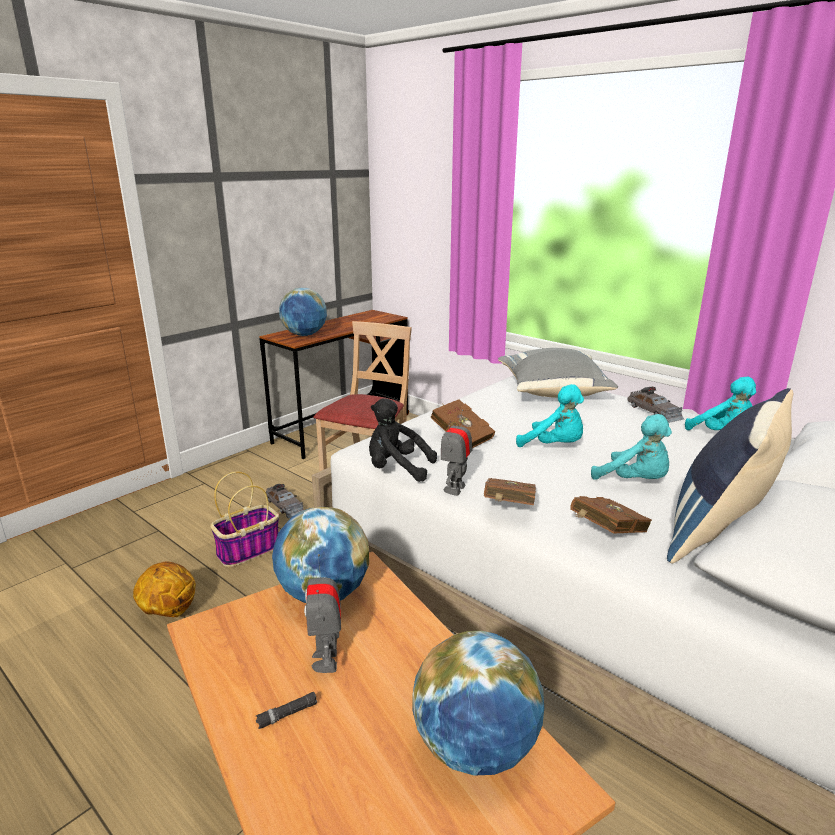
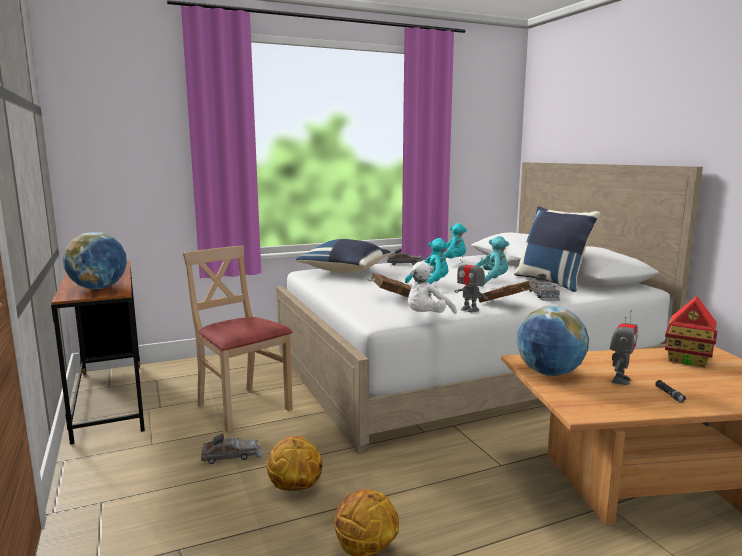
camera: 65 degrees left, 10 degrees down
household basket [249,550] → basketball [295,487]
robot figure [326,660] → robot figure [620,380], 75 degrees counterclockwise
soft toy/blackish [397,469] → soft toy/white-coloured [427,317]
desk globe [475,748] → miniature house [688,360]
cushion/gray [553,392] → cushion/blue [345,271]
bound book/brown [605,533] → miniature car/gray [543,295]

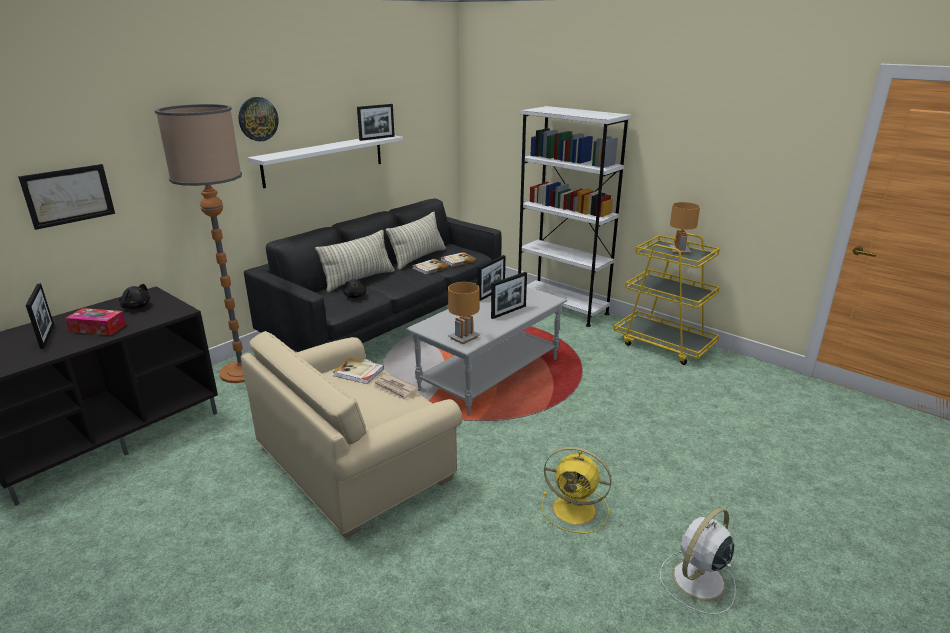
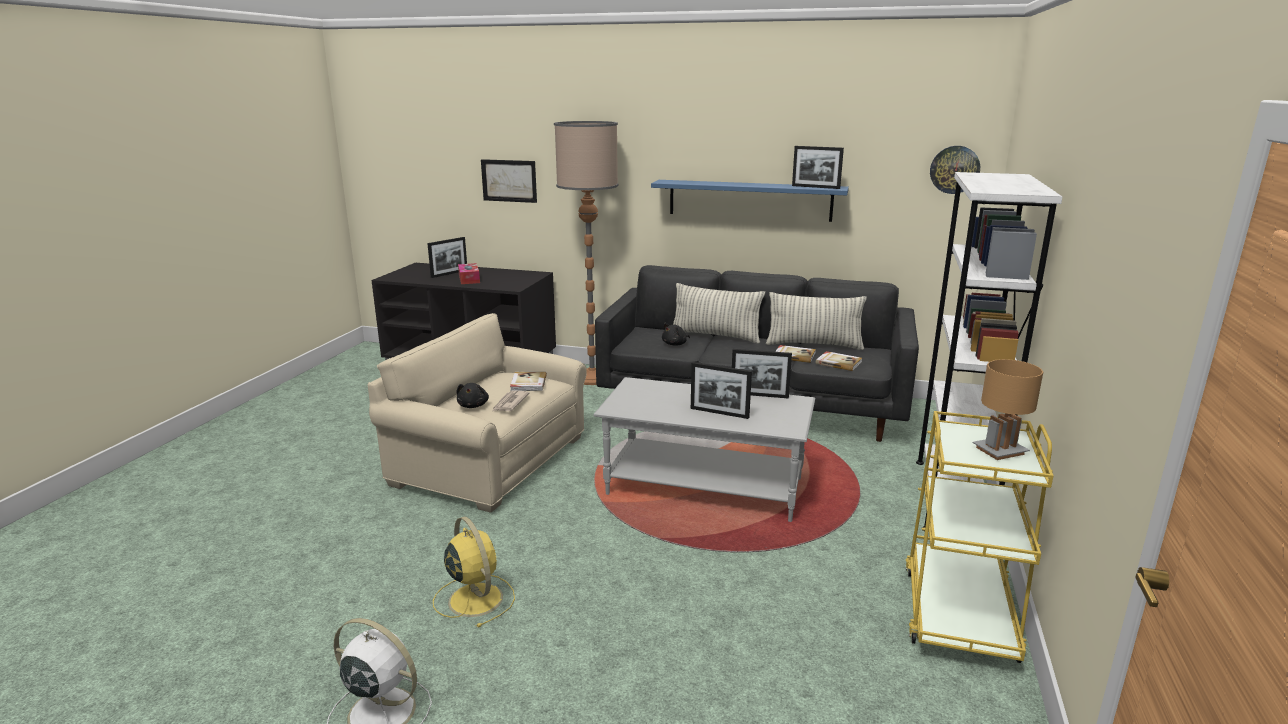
camera: 65 degrees right, 5 degrees down
soft toy/blackish [136,306] → soft toy/blackish [473,405], shifted
wall clock [258,119] → wall clock [954,169], shifted
wall shelf/white-coloured [324,160] → wall shelf/blue [749,200]
lamp for a table/brown [463,337] → -
fan/yellow-coloured [576,510] → fan/yellow-coloured [474,598], 150 degrees clockwise

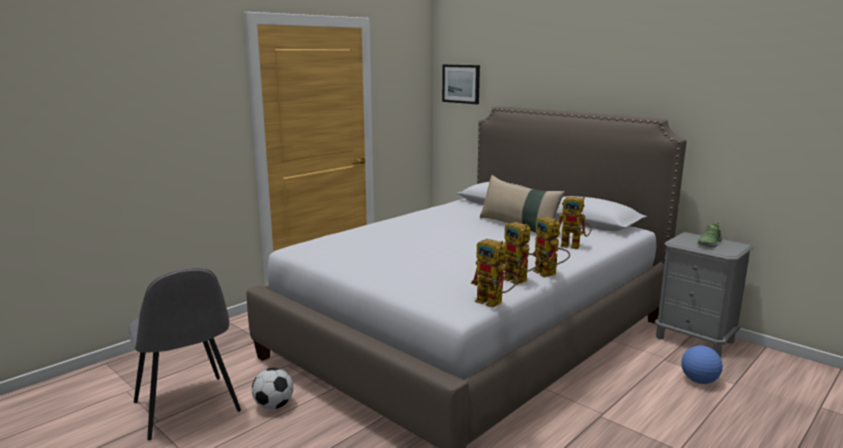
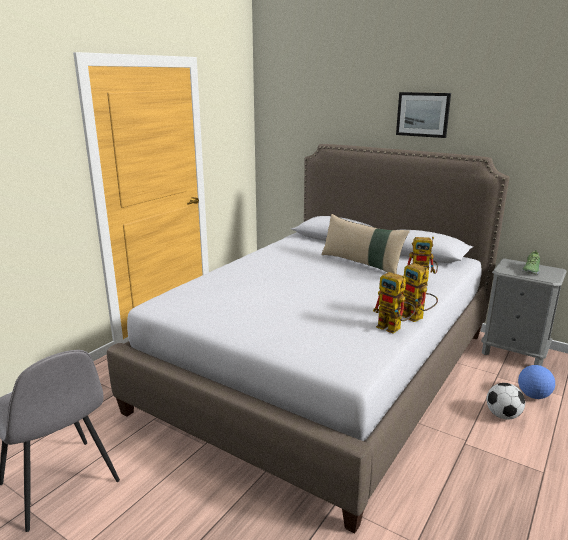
camera: 10 degrees left, 5 degrees up
football ball [274,406] → football ball [502,415], shifted
wall art [461,84] → wall art [423,114], shifted
robot figure [494,303] → -

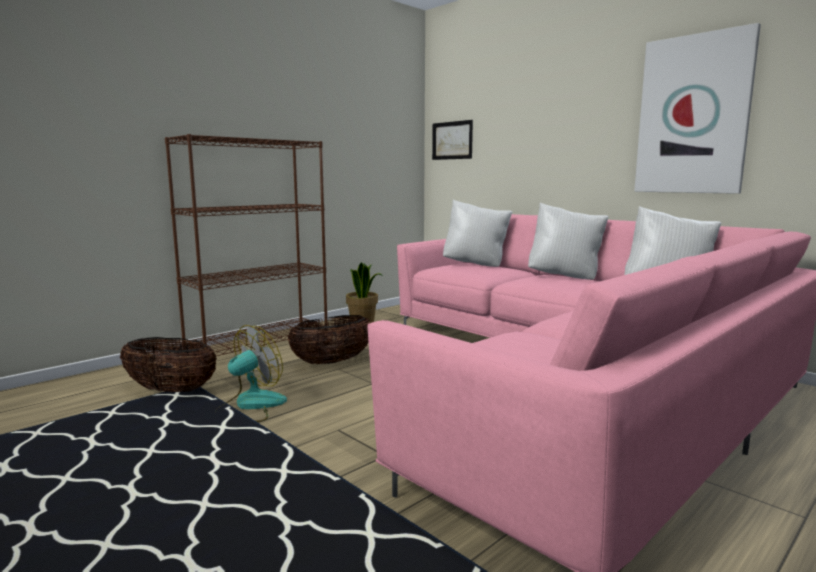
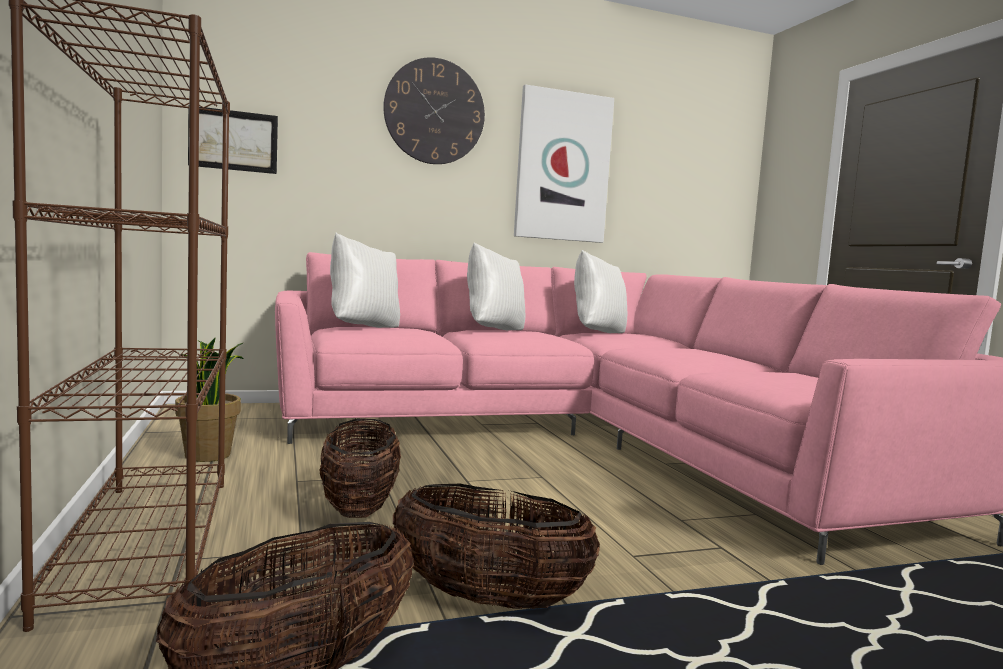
camera: 65 degrees left, 5 degrees down
fan [250,405] → household basket [488,599]
- → wall clock [434,111]

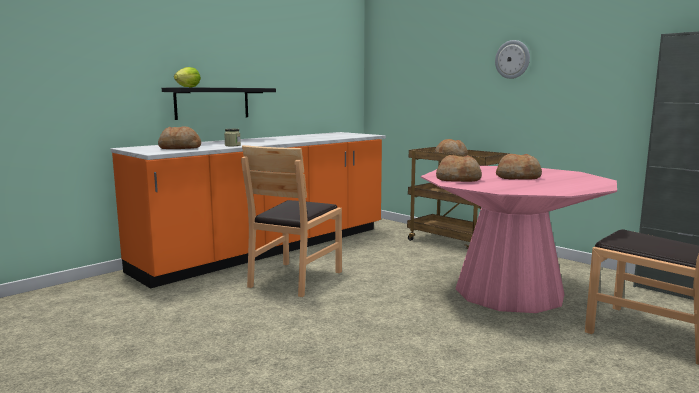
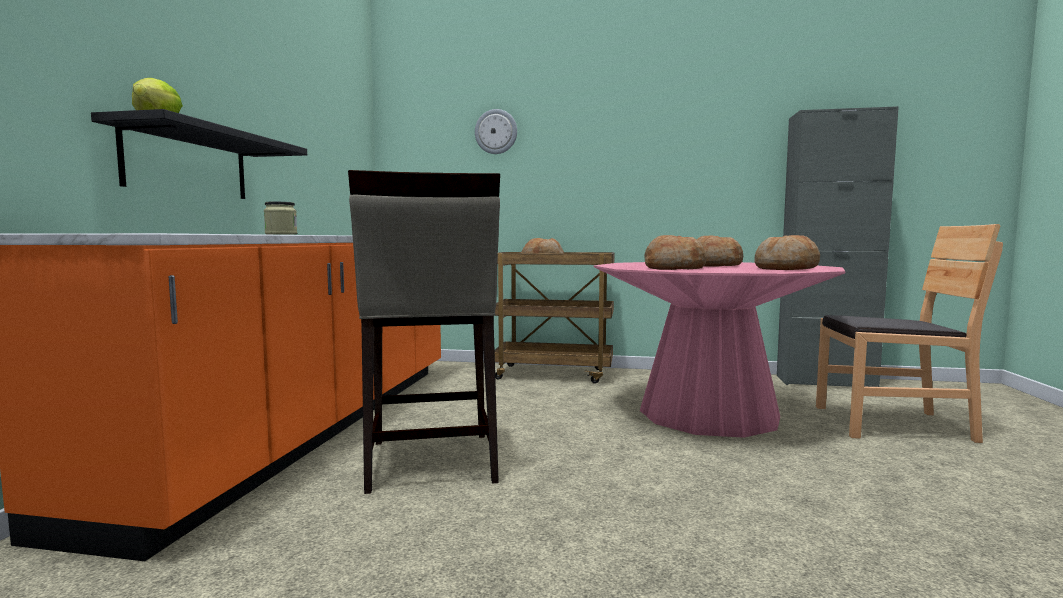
camera: 35 degrees left, 5 degrees down
bread [179,148] → bread [786,269], shifted
upright chair/brown [295,278] → stool seat/beige-coloured [430,462]
wall clock [512,59] → wall clock [496,132], shifted

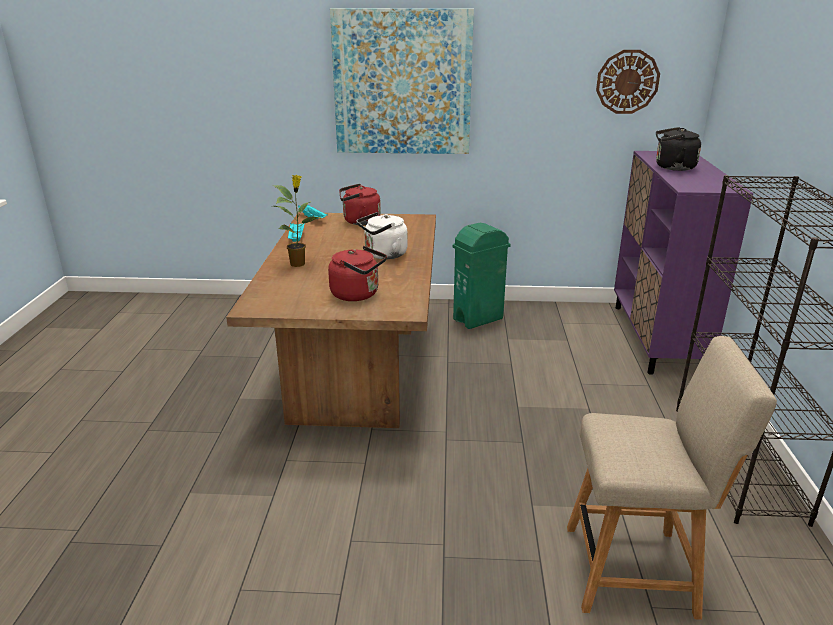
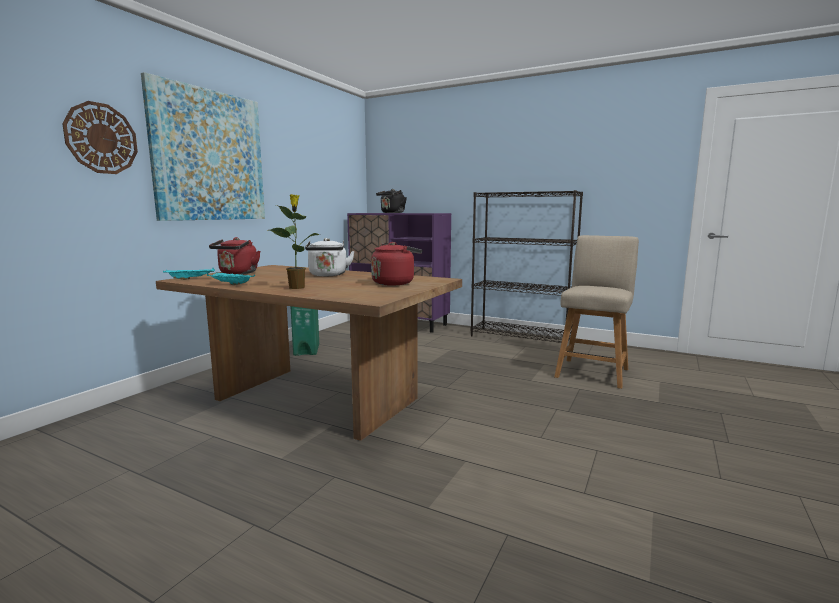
camera: 65 degrees left, 15 degrees down
wall clock [627,82] → wall clock [101,138], shifted

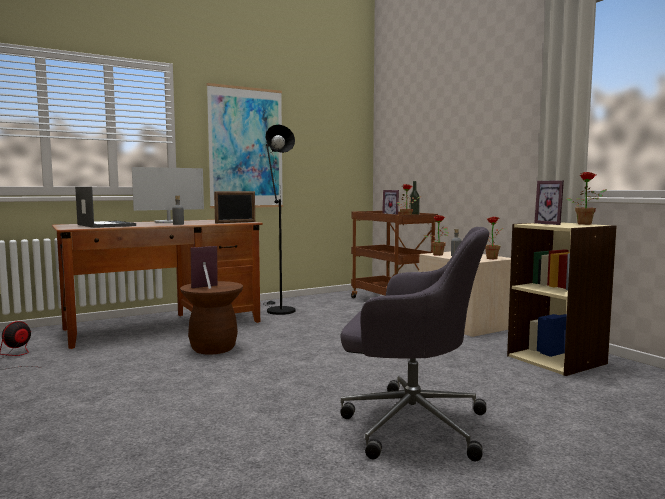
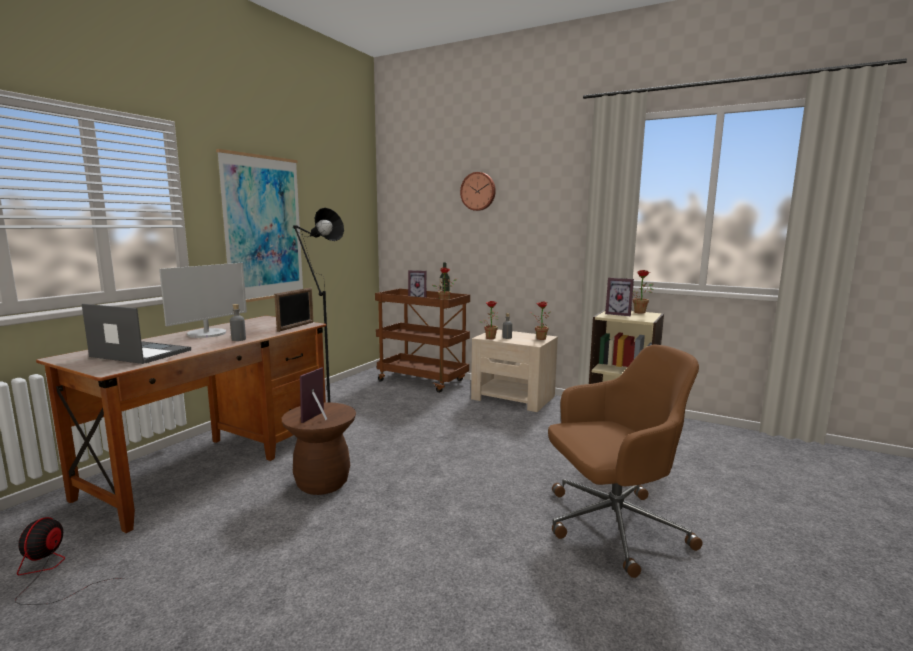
camera: 30 degrees left, 5 degrees up
desk chair/gray [410,423] → desk chair/brown [611,526]
- → wall clock [478,191]

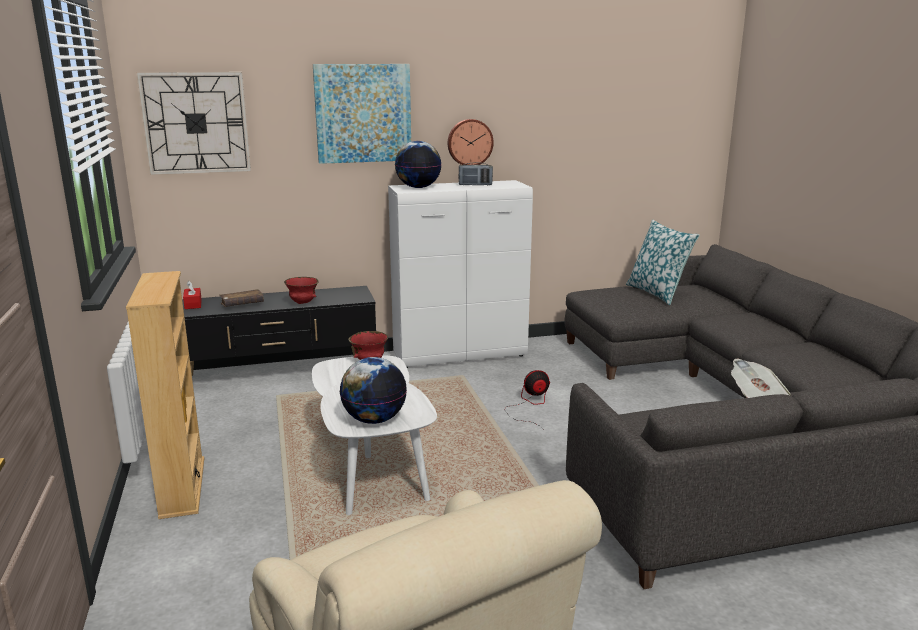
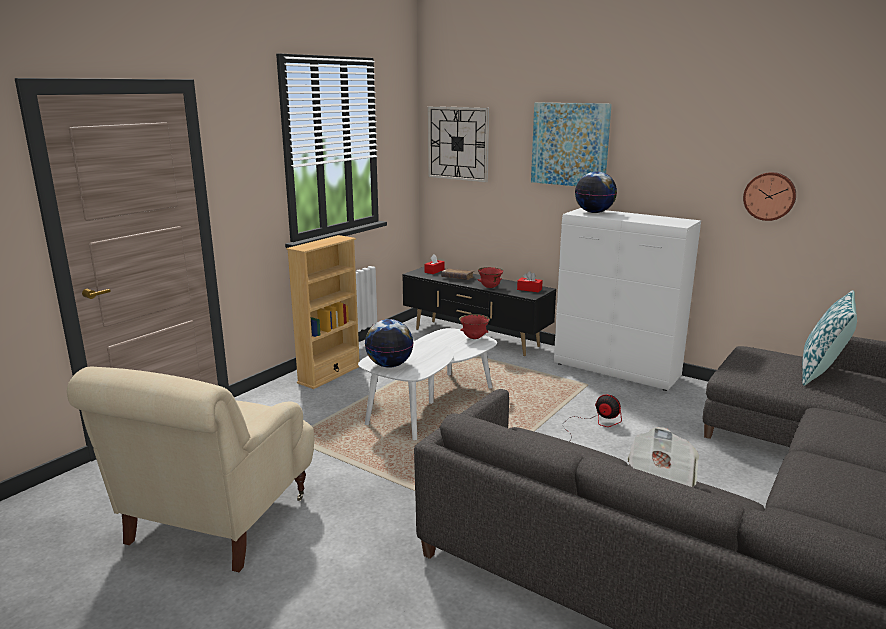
camera: 50 degrees right, 0 degrees up
wall clock [469,142] → wall clock [769,196], shifted
radio [475,185] → -
- → box of tissues/red [529,289]

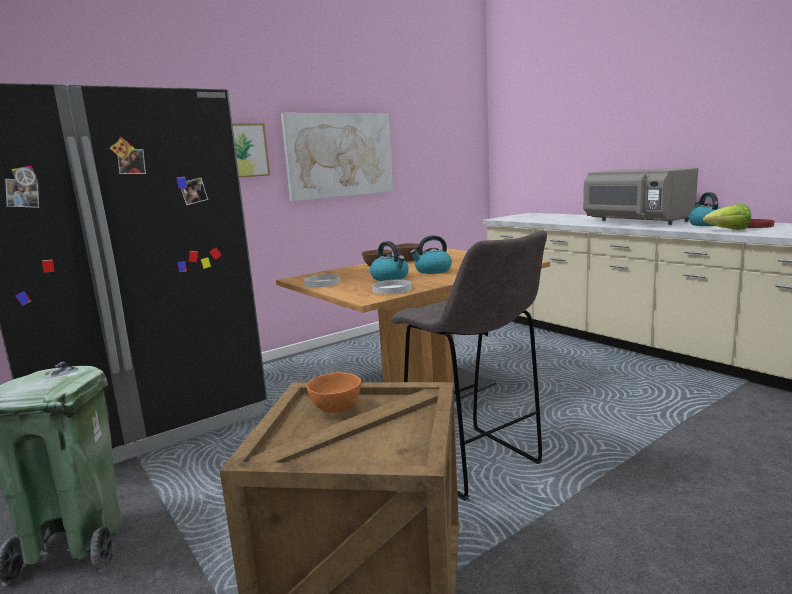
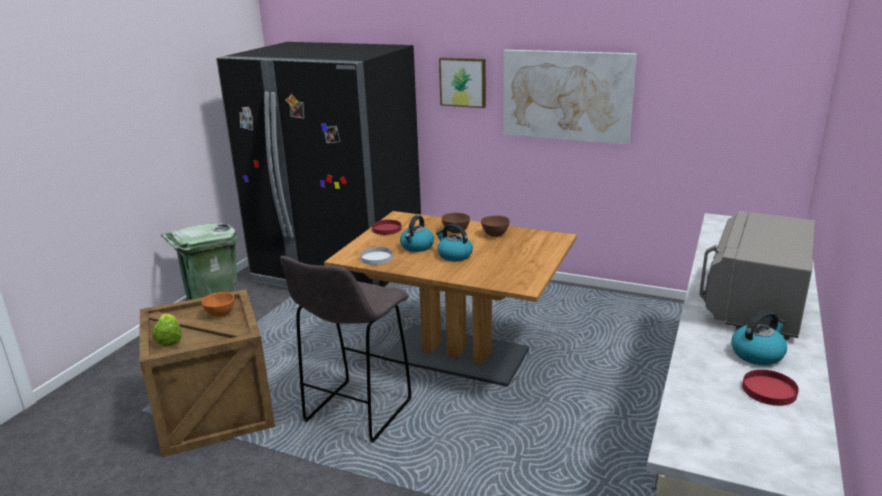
camera: 60 degrees right, 10 degrees up
flat dish/white-coloured [322,283] → flat dish/red [387,229]
lettuce [728,230] → lettuce [169,339], shifted

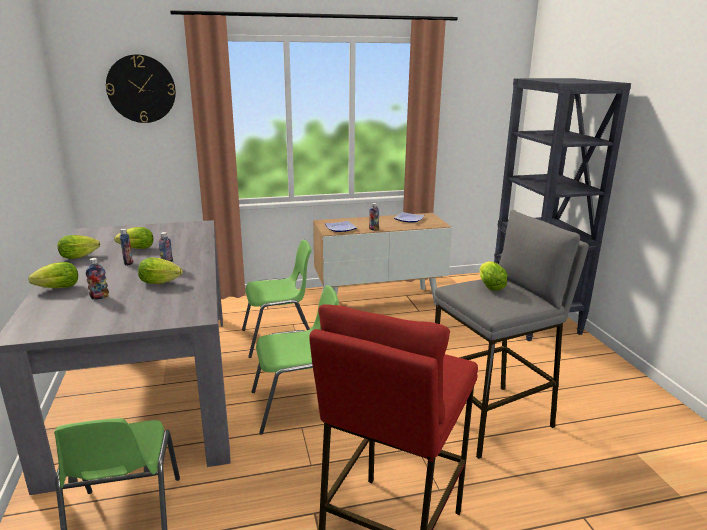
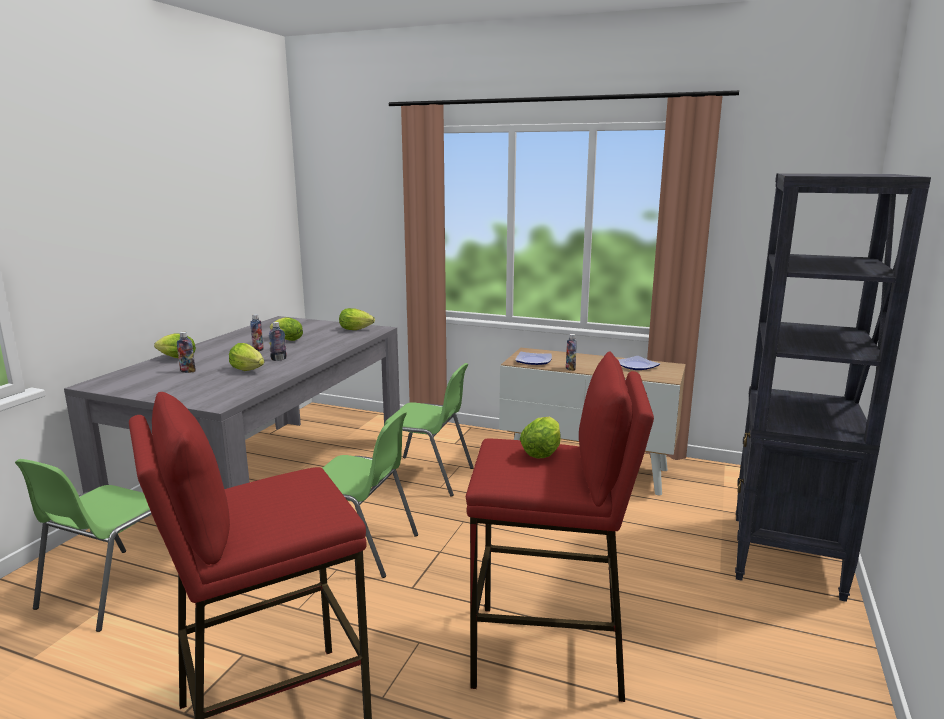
camera: 35 degrees right, 5 degrees down
lettuce [81,256] → lettuce [357,330], shifted
wall clock [141,89] → -
stool seat/gray [492,419] → stool seat/red [549,652]

